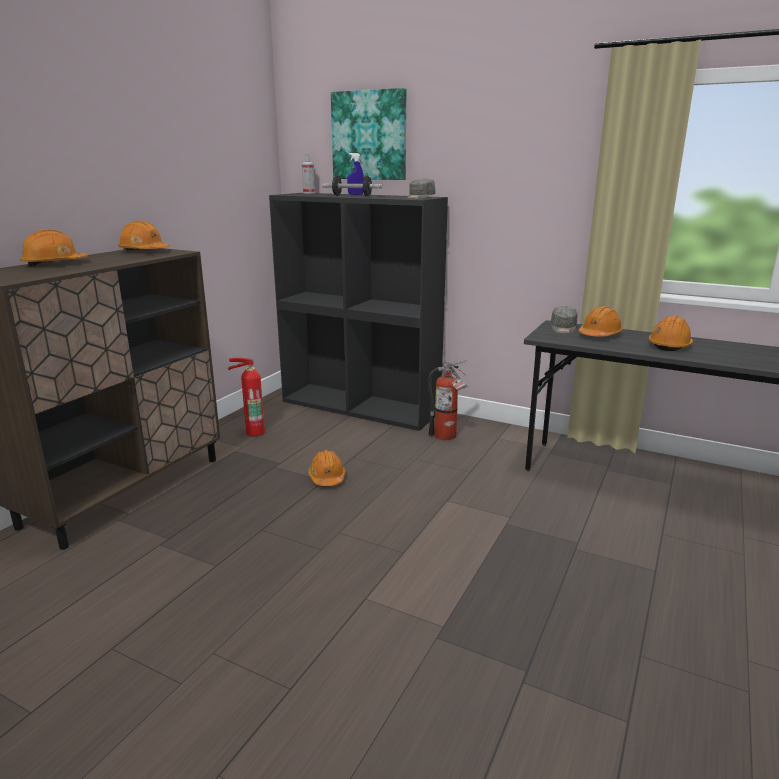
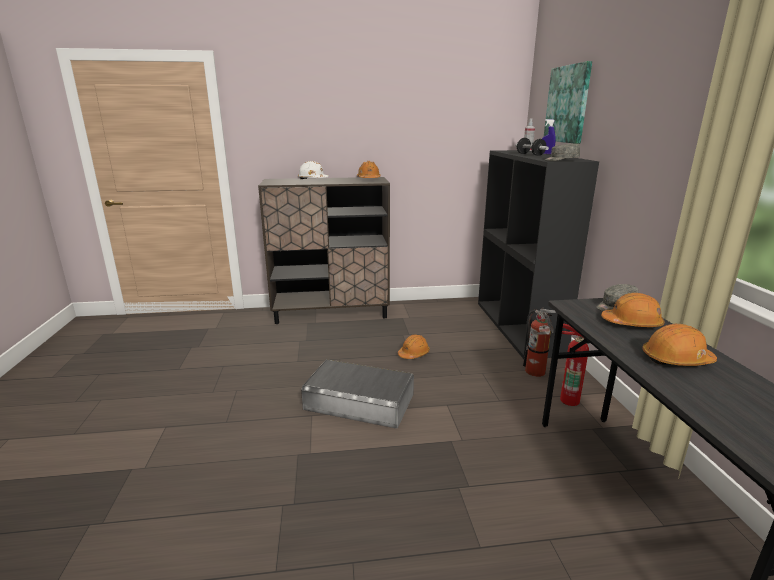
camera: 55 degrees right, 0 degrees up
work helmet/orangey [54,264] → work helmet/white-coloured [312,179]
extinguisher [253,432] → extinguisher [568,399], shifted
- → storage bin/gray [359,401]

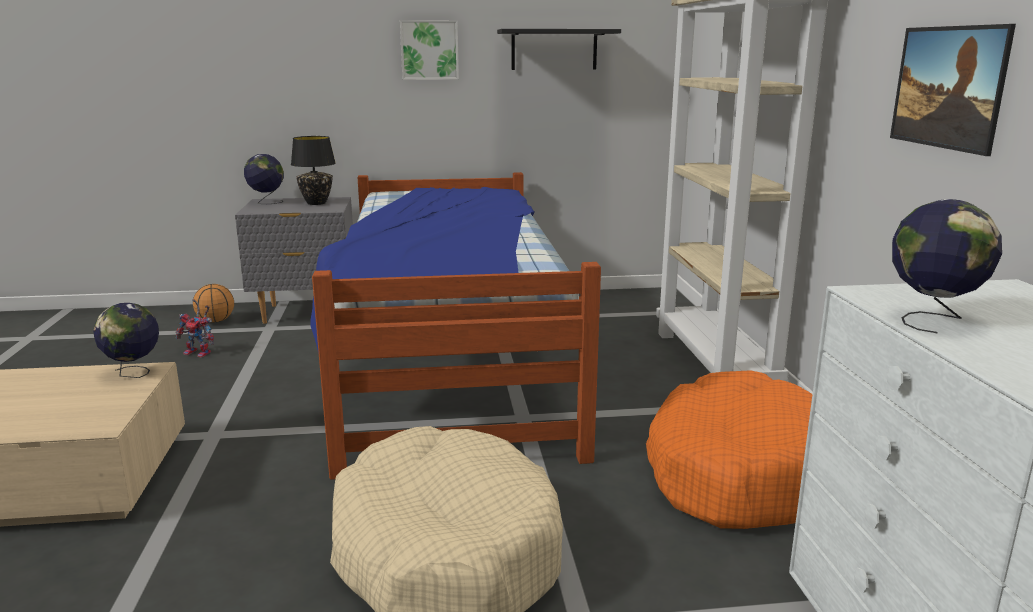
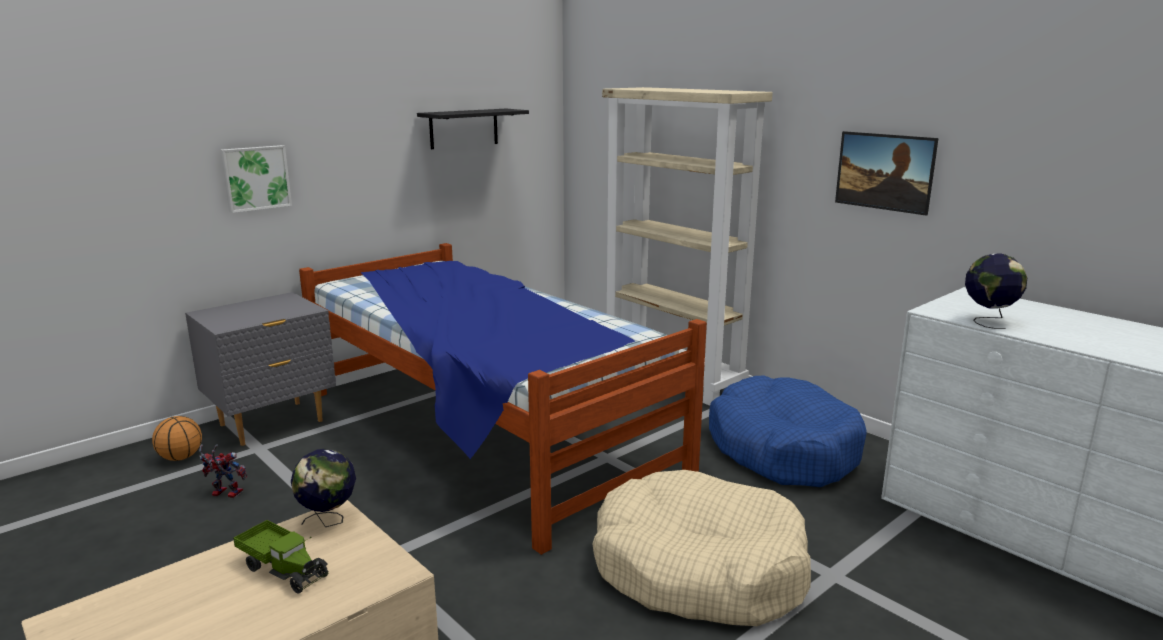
camera: 35 degrees left, 0 degrees up
robot figure [200,353] → robot figure [224,494], 150 degrees counterclockwise
desk globe [266,202] → -
lamp for a table/blackish [316,203] → -
wall art [429,50] → wall art [255,178], shifted
dog bed/orangey [737,472] → dog bed/blue [783,449]
- → toy truck [283,569]

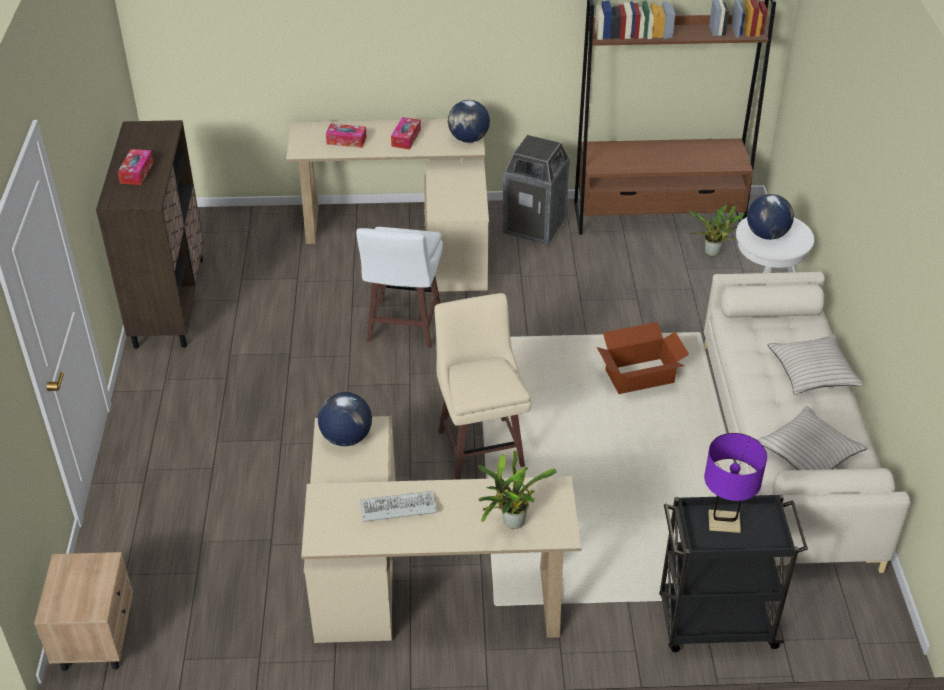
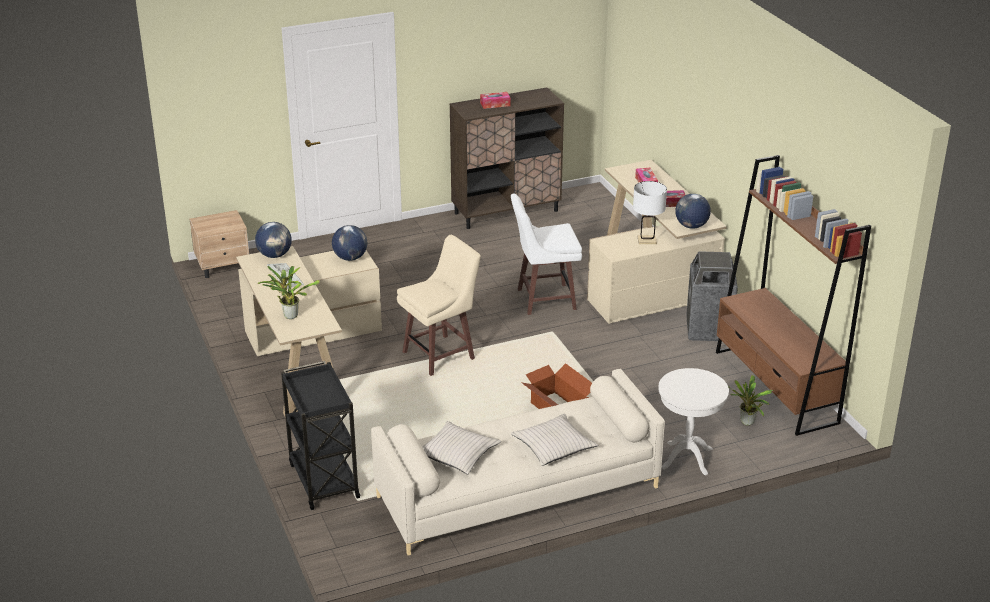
camera: 70 degrees right, 10 degrees down
lamp for a table/purplish [724,522] → -
desk globe [766,234] → desk globe [275,255], shifted
- → lamp for a table/white-coloured [647,240]

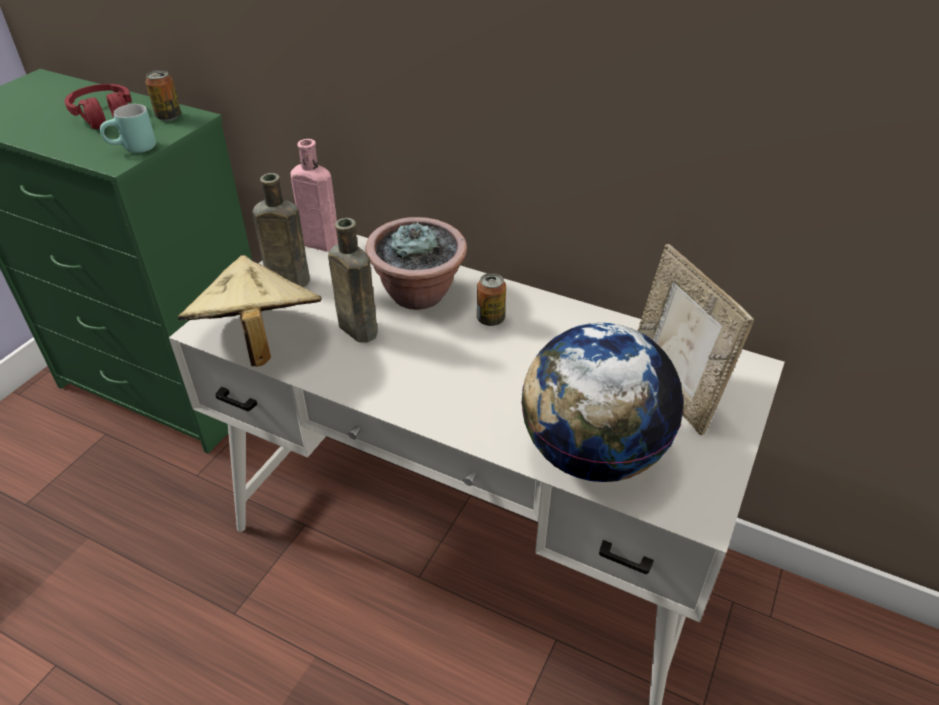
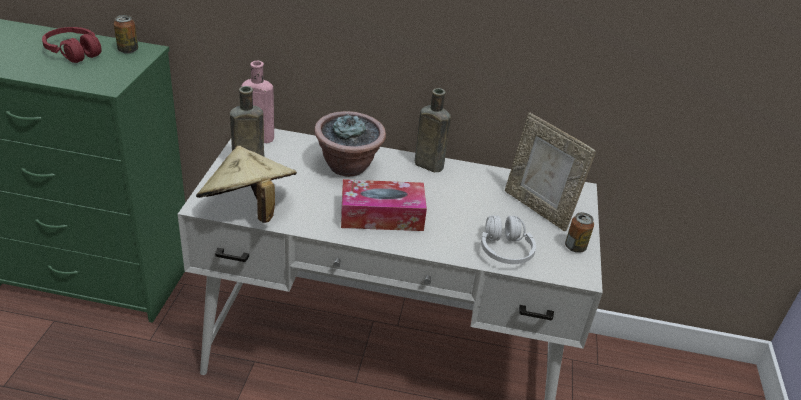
camera: 20 degrees left, 5 degrees down
coffee mug/blue-green [133,150] → -
beverage bottle/brown [356,328] → beverage bottle/brown [426,164], shifted
can [490,319] → can [575,247], shifted
desk globe [591,453] → headphones/white-coloured [505,250]
- → box of tissues [382,216]

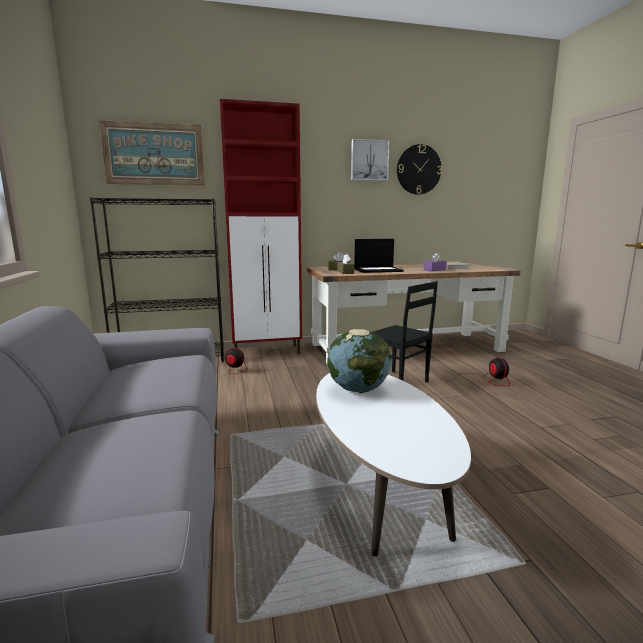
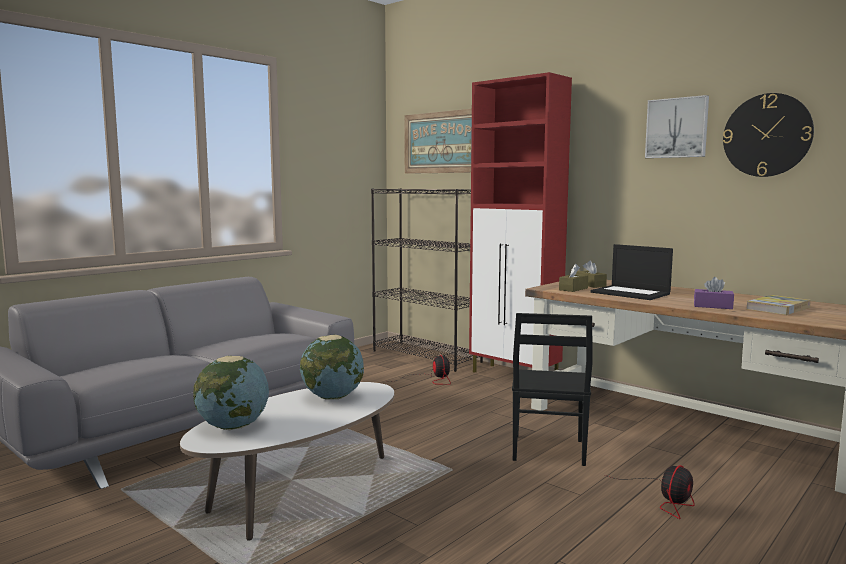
camera: 55 degrees right, 5 degrees down
- → desk globe [233,426]

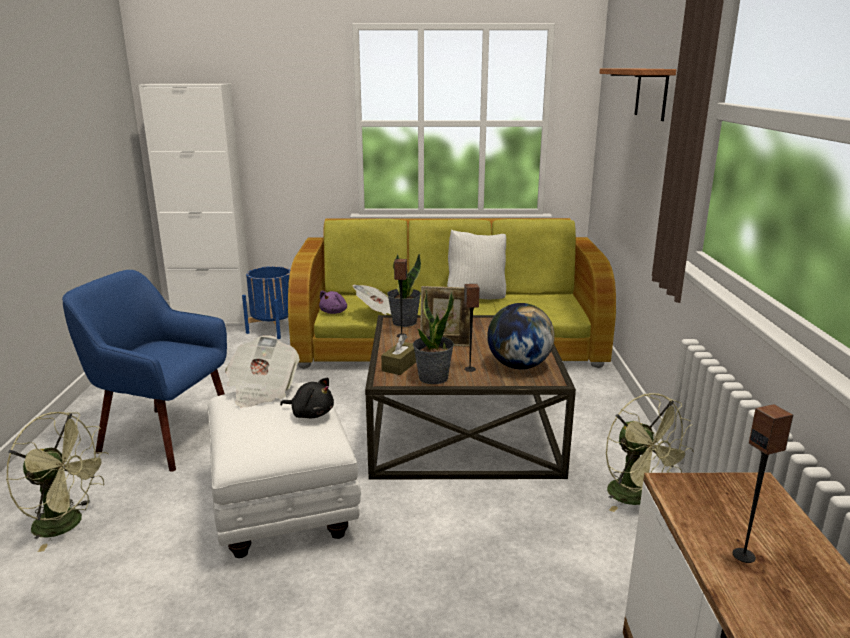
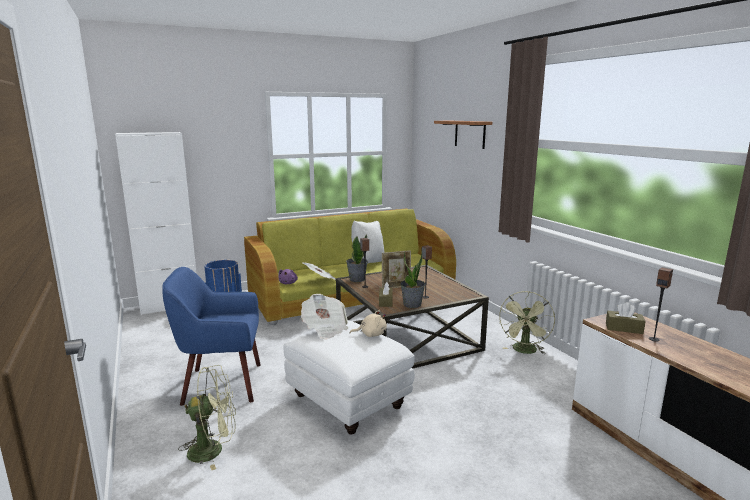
camera: 25 degrees left, 5 degrees down
soft toy/blackish [311,414] → soft toy/beige-coloured [371,334]
desk globe [518,366] → -
fan/green [637,498] → fan/green [524,351], 75 degrees clockwise
- → box of tissues/brown [624,328]

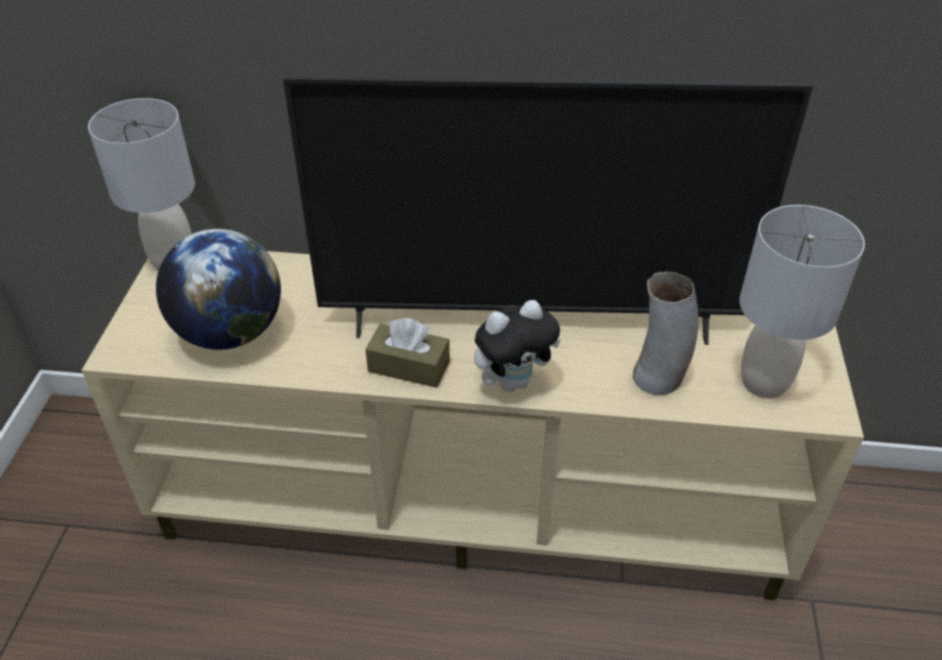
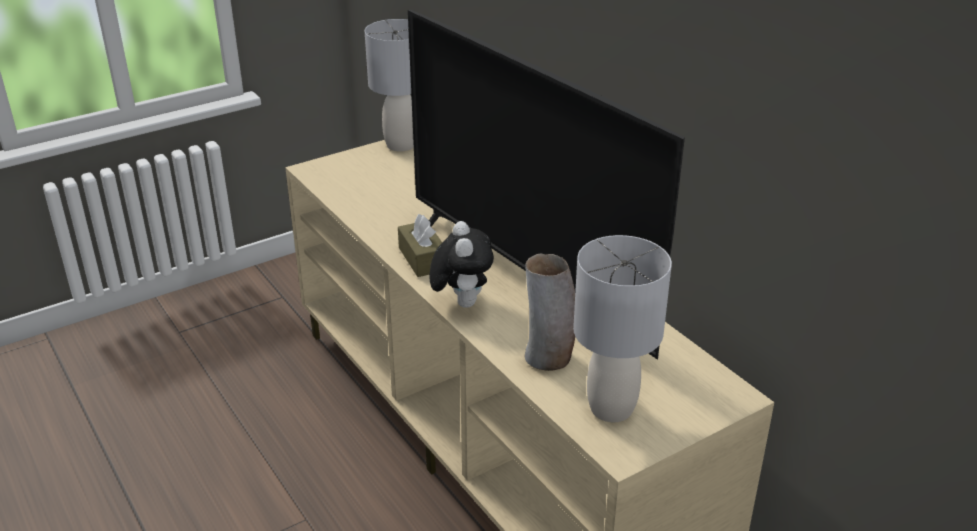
camera: 50 degrees right, 10 degrees down
desk globe [230,333] → -
soft toy [513,381] → soft toy [461,302], 120 degrees counterclockwise

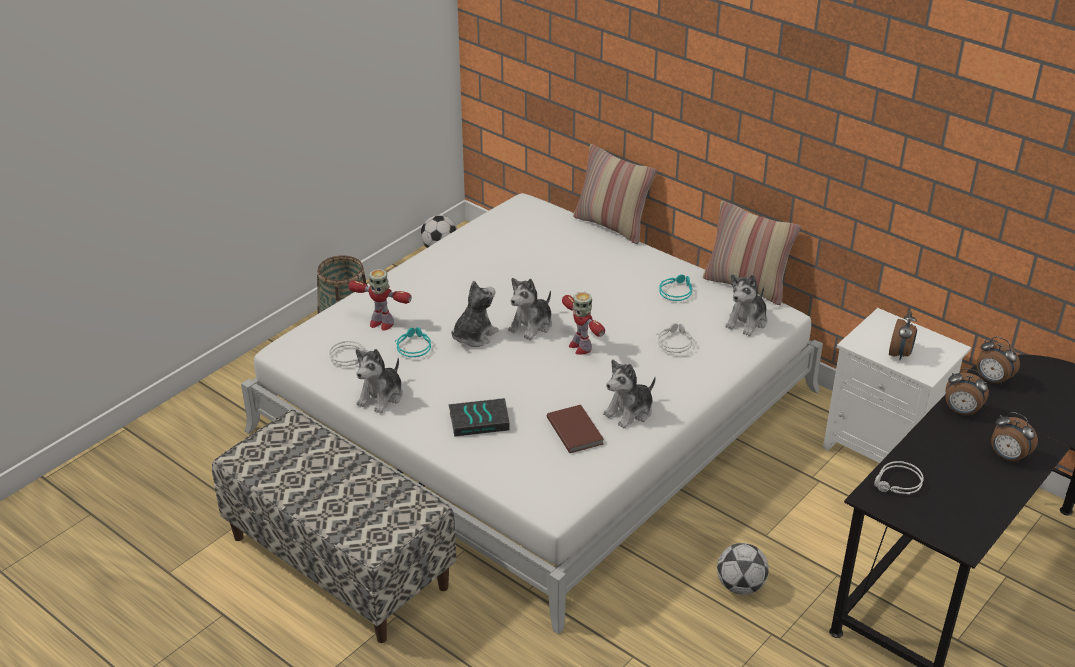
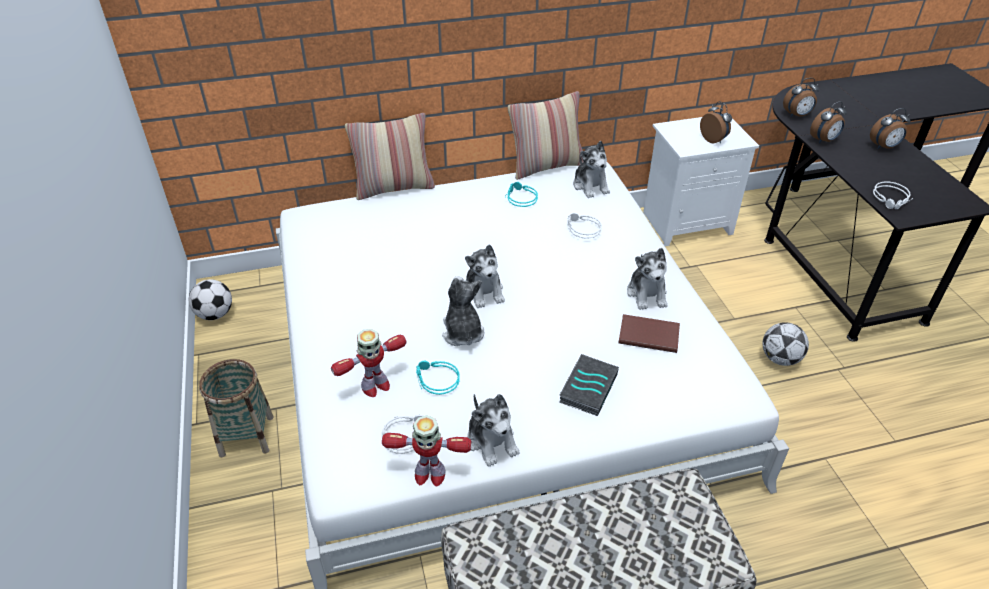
camera: 55 degrees left, 5 degrees up
robot figure [580,346] → robot figure [429,474], shifted

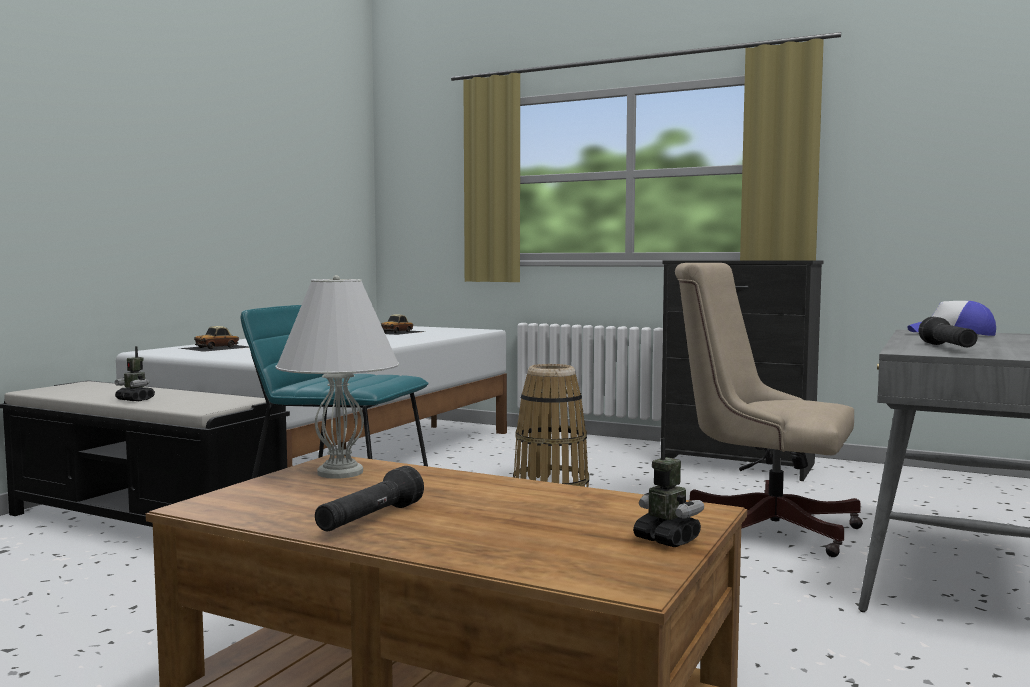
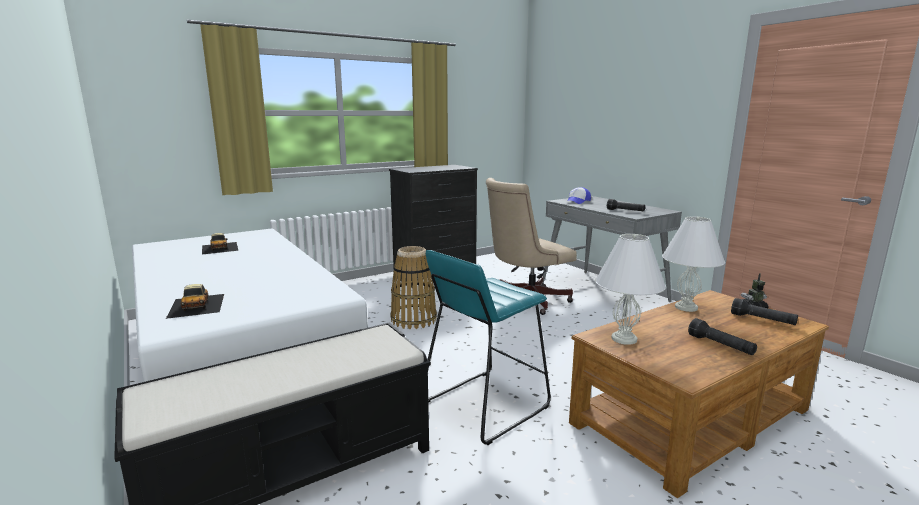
camera: 60 degrees left, 10 degrees up
robot figure [135,400] → -
- → lamp for a table/white-coloured [686,307]
- → hand torch/blackish [762,320]

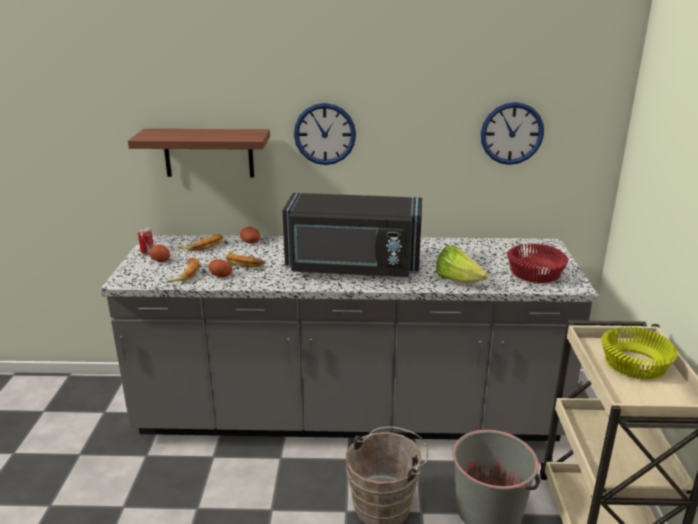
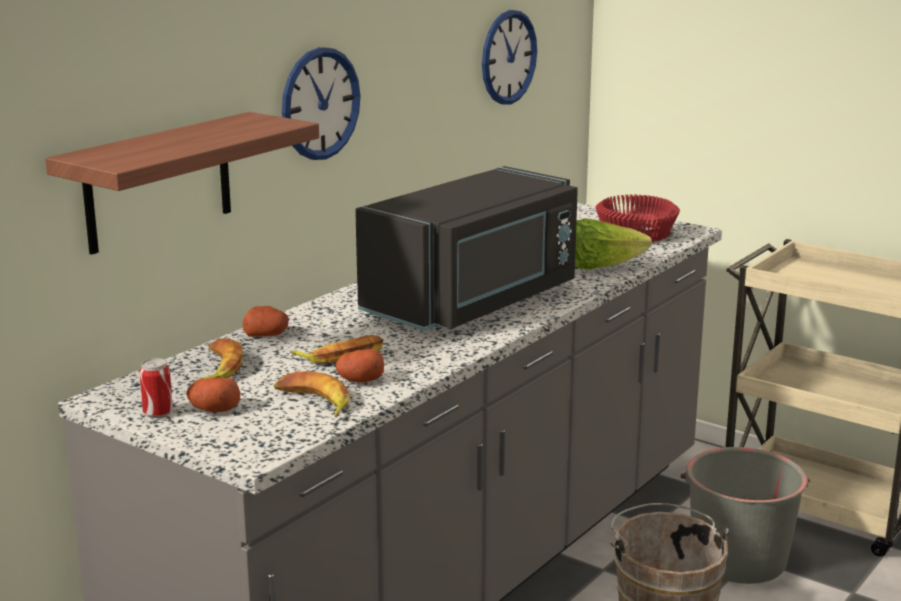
camera: 55 degrees left, 5 degrees down
deep dish/yellow-coloured [633,364] → -

